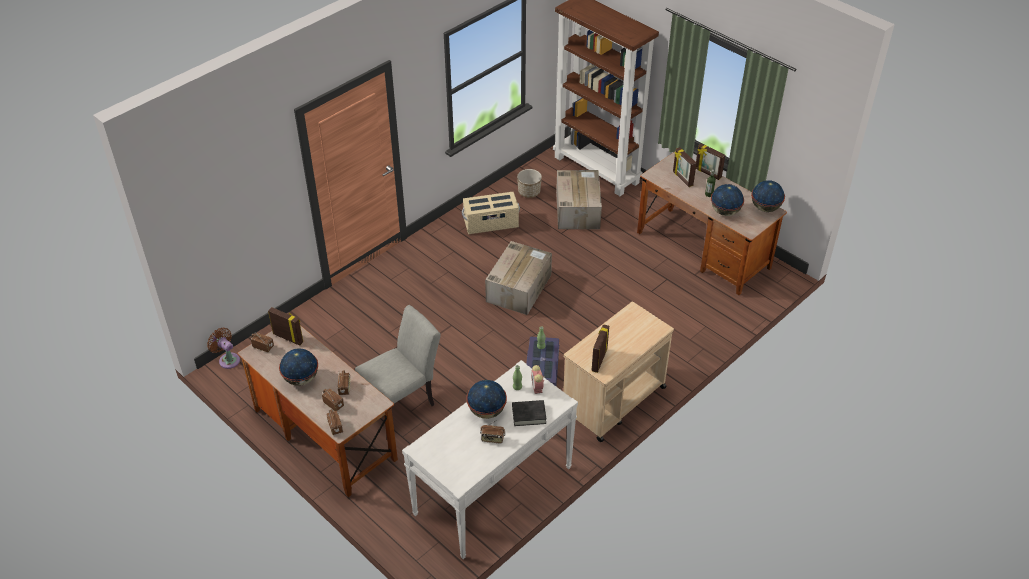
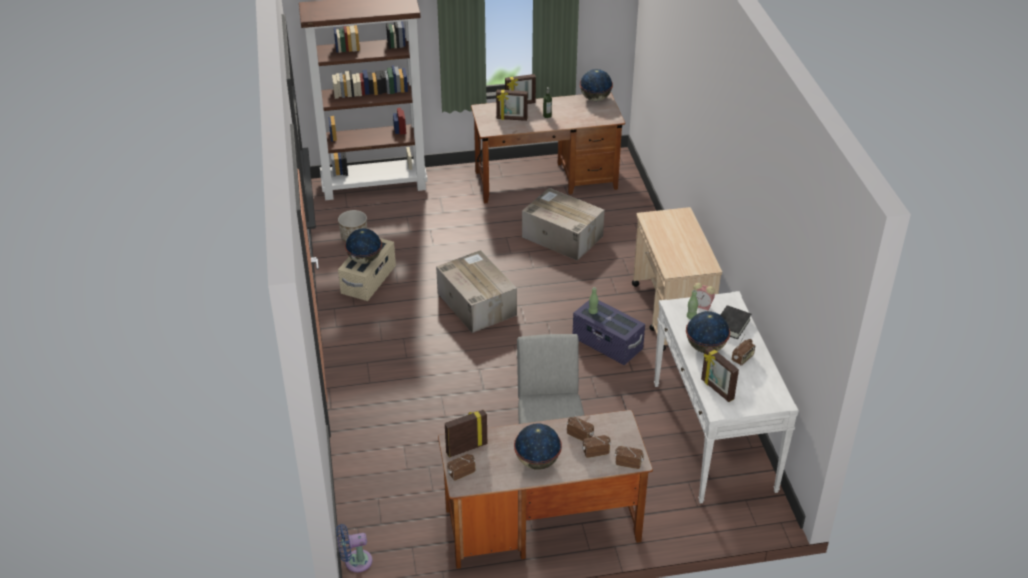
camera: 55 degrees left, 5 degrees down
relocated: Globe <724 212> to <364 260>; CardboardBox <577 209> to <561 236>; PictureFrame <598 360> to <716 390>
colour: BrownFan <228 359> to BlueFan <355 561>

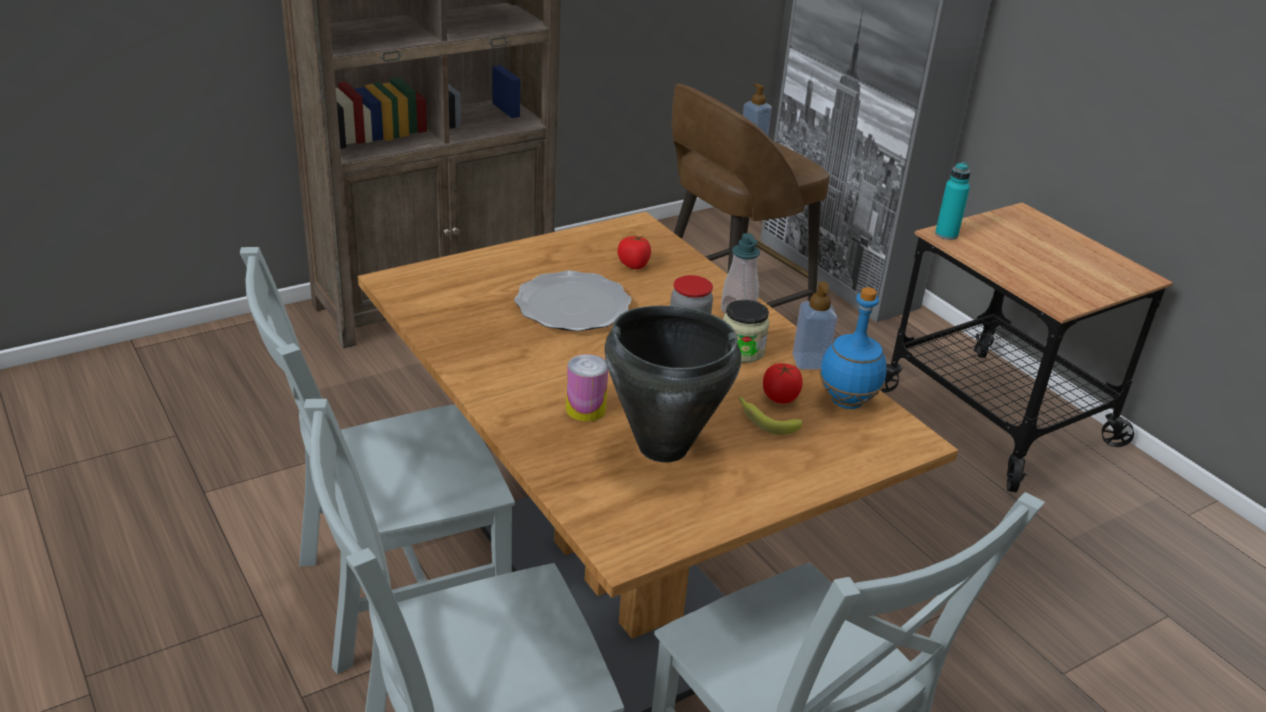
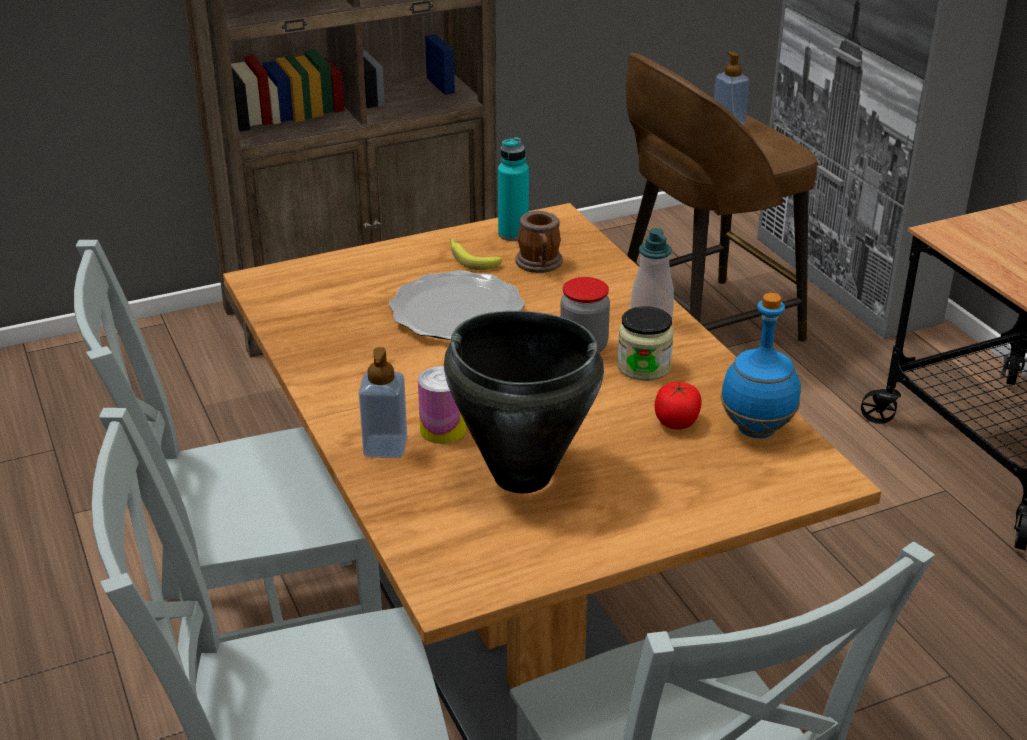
camera: 10 degrees right, 0 degrees up
relocated: SoapDispenser <809 362> to <385 447>; Banana <765 419> to <470 258>; TurquoiseBottle <946 234> to <513 234>
exchanged: Tomato <634 265> to Mug <540 264>

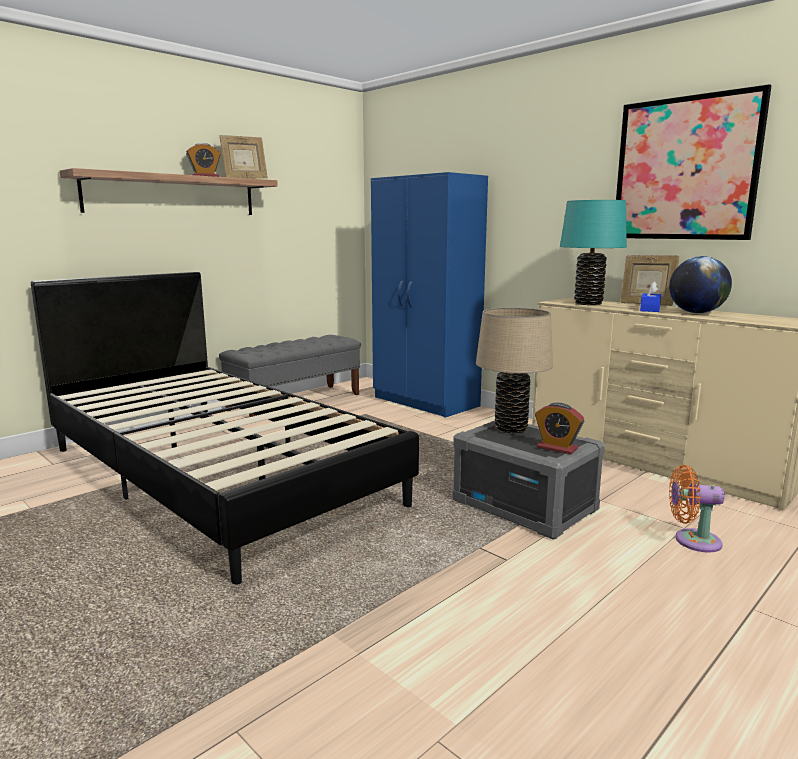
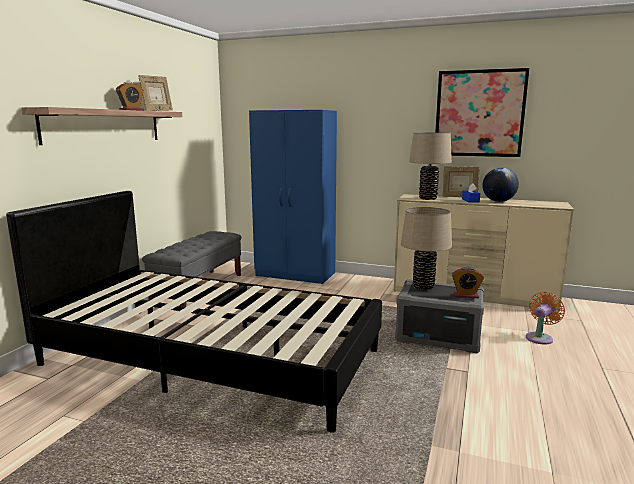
camera: 25 degrees left, 0 degrees up
colour: TurquoiseTableLamp <588 303> to BeigeTableLamp <428 198>
spun: OrangeFan <692 541> = <540 337> 150 degrees clockwise

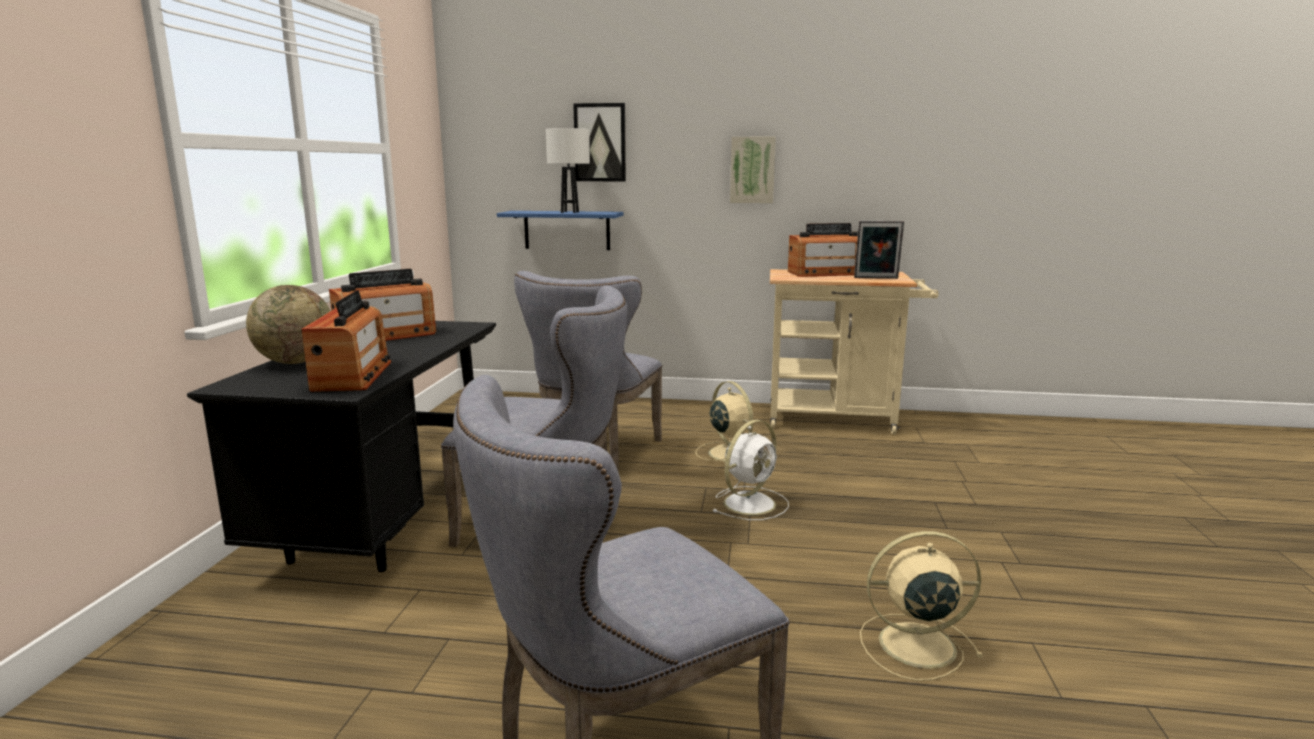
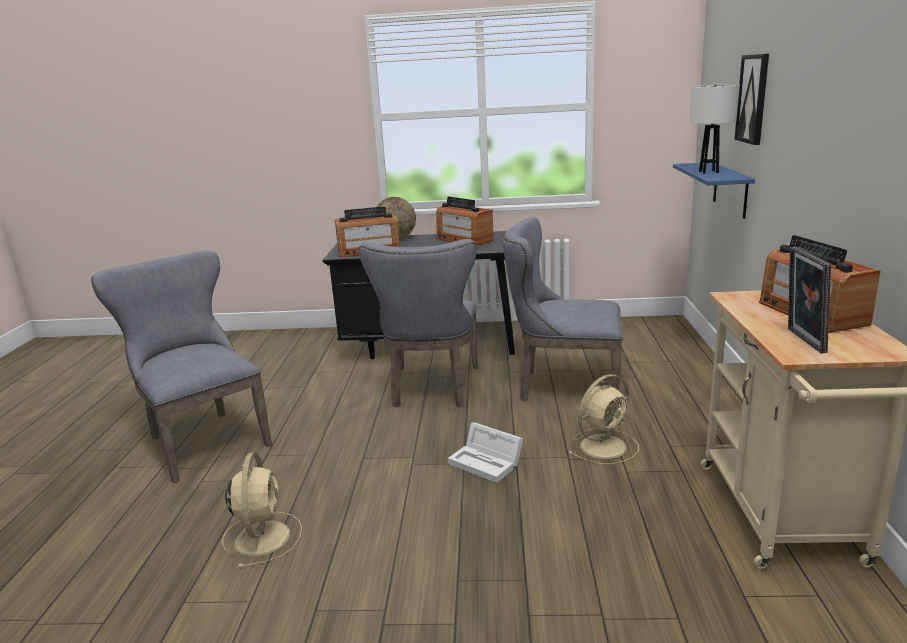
camera: 85 degrees right, 5 degrees up
missing: Picture <752 170>
exchanged: WhiteFan <751 503> to WhiteStorageBox <487 462>

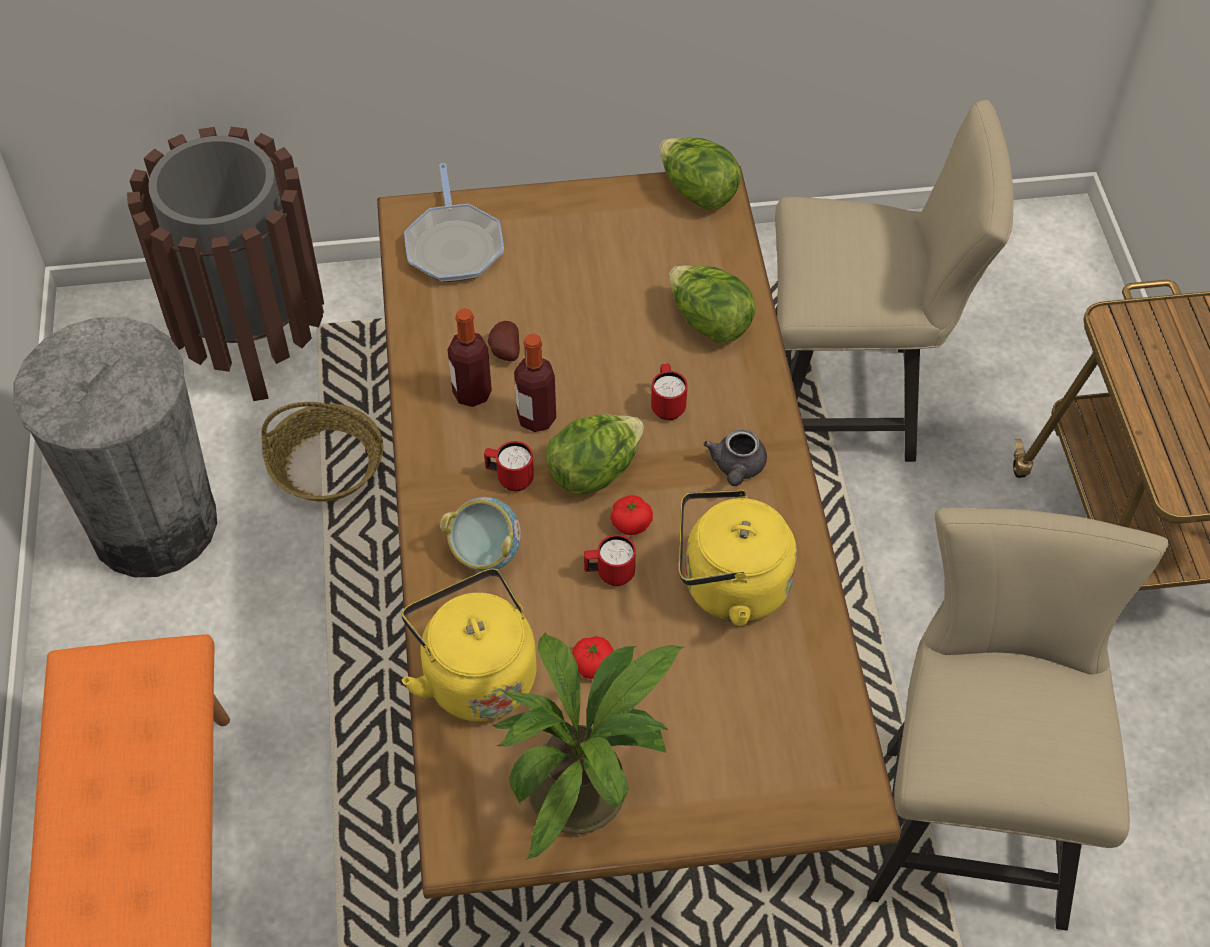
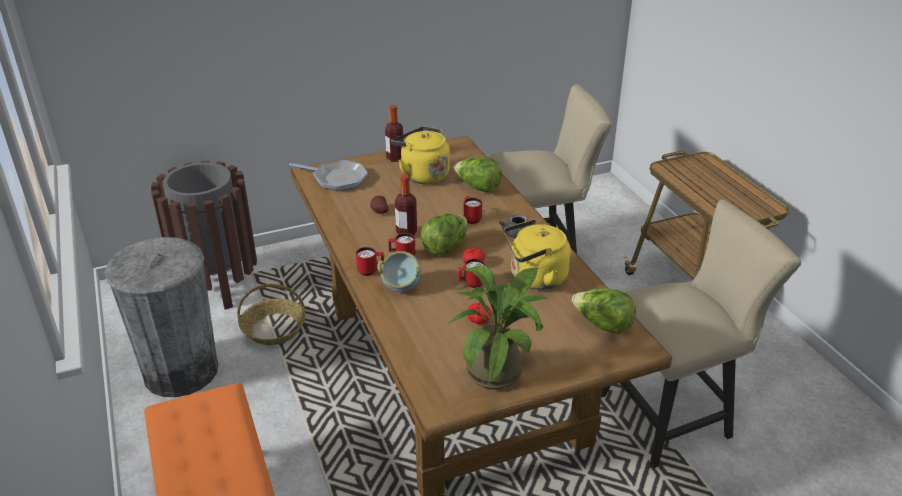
camera: 15 degrees left, 20 degrees down
appeared: RedMug <370 271>
relocated: Bottle <472 393> to <395 158>; YellowKettle <475 674> to <422 174>; Lettuce <697 192> to <602 325>
spun: FryingPan <454 245> = <337 179> 45 degrees counterclockwise; BeigeChair <969 817> = <673 415> 75 degrees clockwise

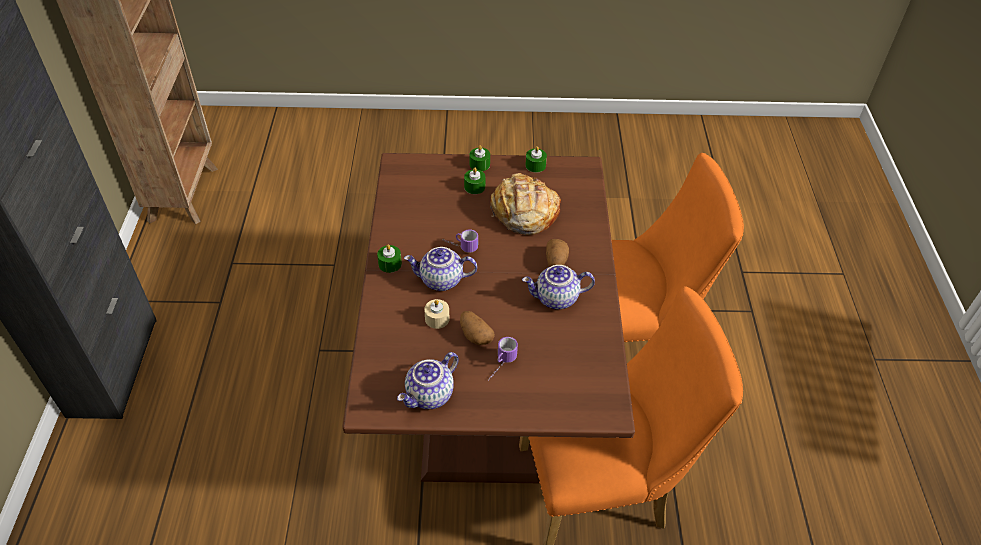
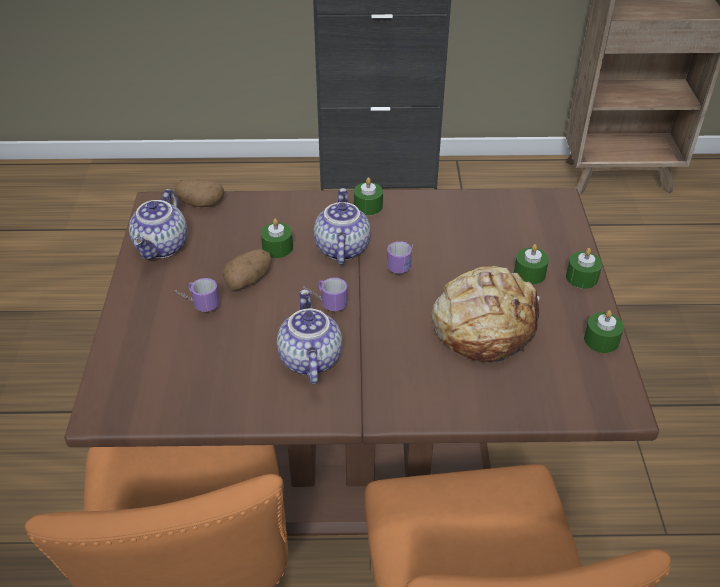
camera: 90 degrees right, 5 degrees down
appeared: Mug <323 301>
relocated: Potato <555 262> to <200 203>
colour: BeigeCandle <437 319> to GreenCandle <277 248>
spun: Teapot <430 396> = <163 247> 120 degrees counterclockwise

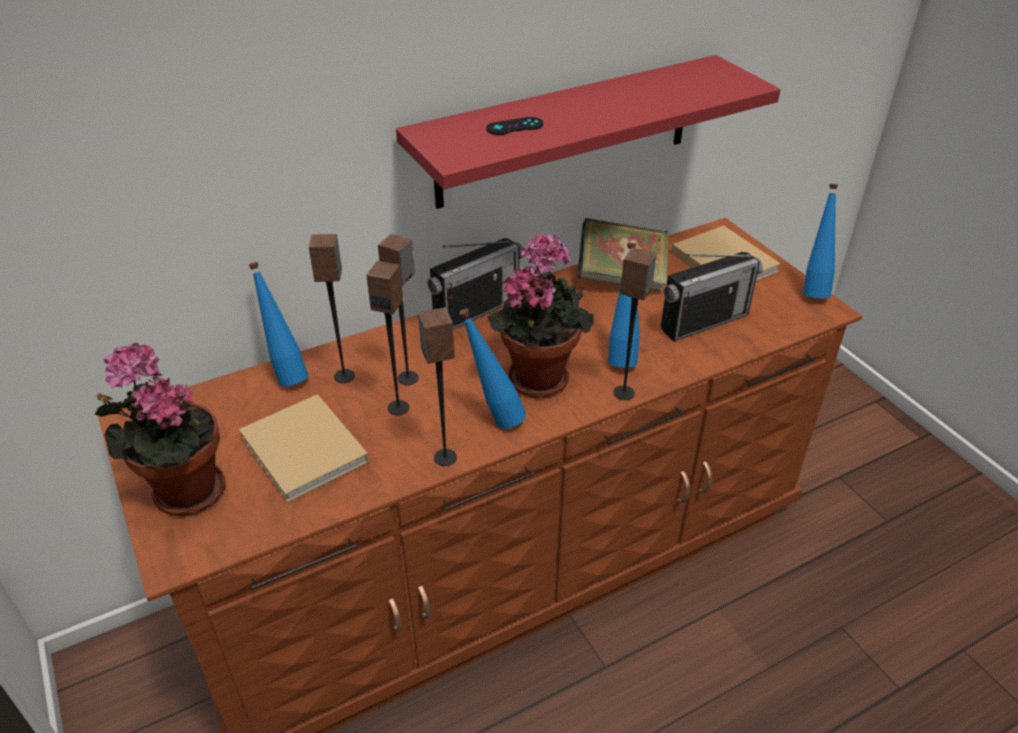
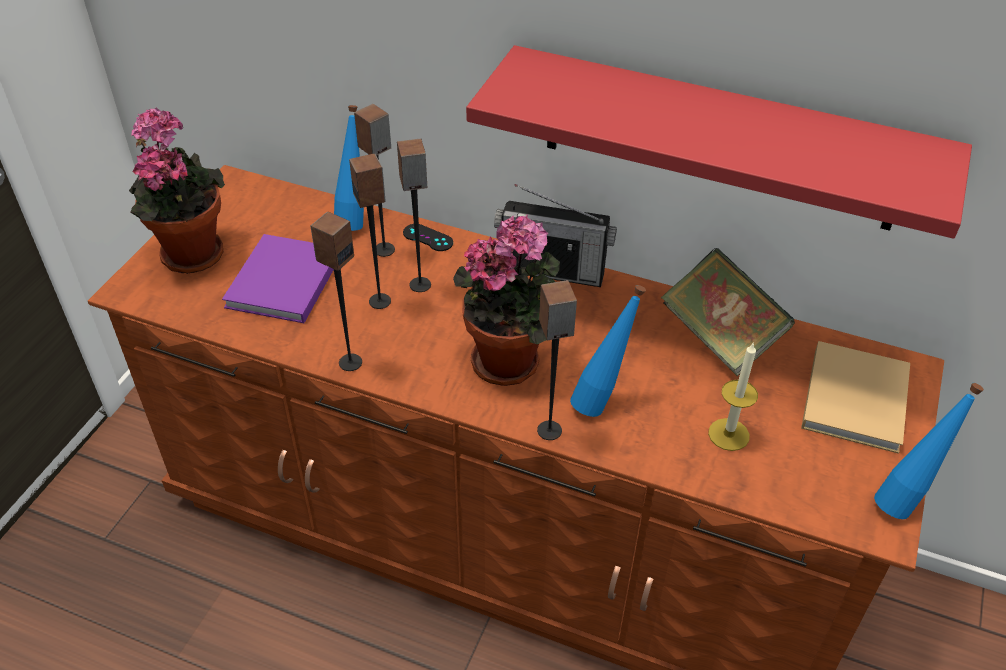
camera: 50 degrees right, 5 degrees up
missing: BlueBottle <494 417>
relocated: BlackGameController <514 126> to <428 238>
exchanged: Radio <704 321> to Candle <728 434>
colour: BeigeBook <306 452> to PurpleBook <282 284>

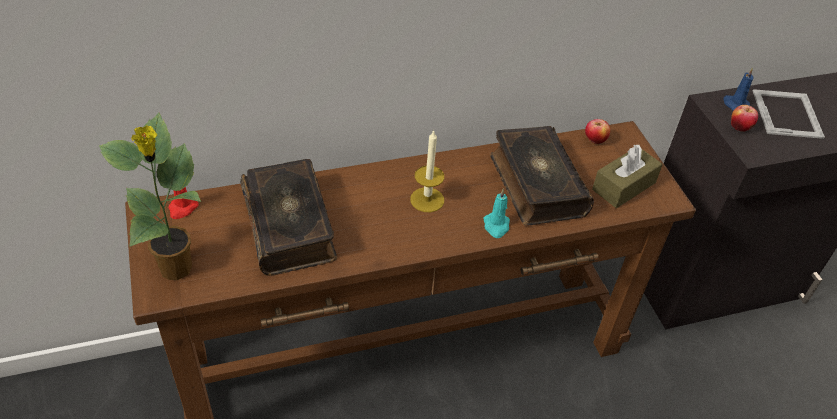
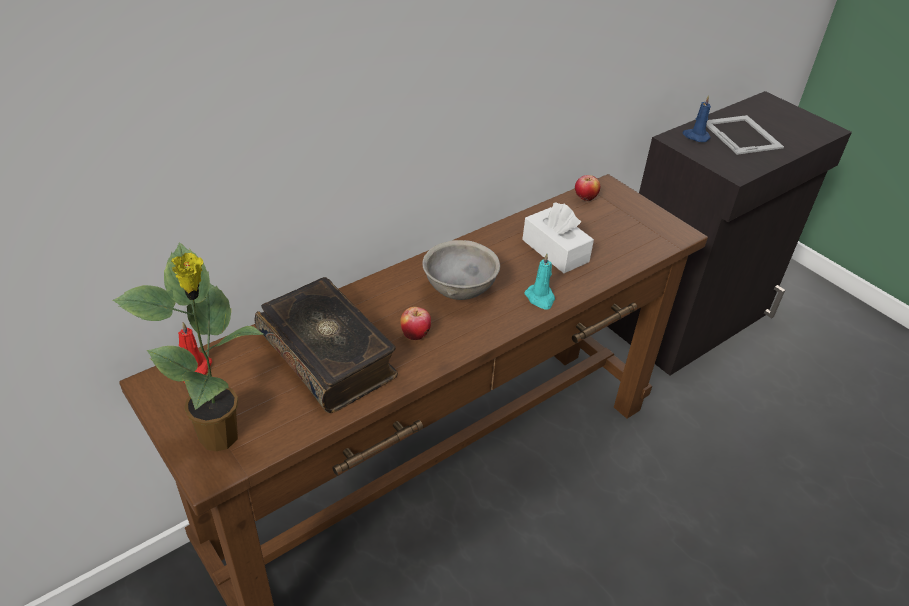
camera: 20 degrees left, 5 degrees down
missing: BrownTissueBox <624 186>
relocated: Apple <739 128> to <415 335>
exchanged: Candle <427 200> to GreyBowl <458 291>; Book <536 185> to WhiteTissueBox <555 251>

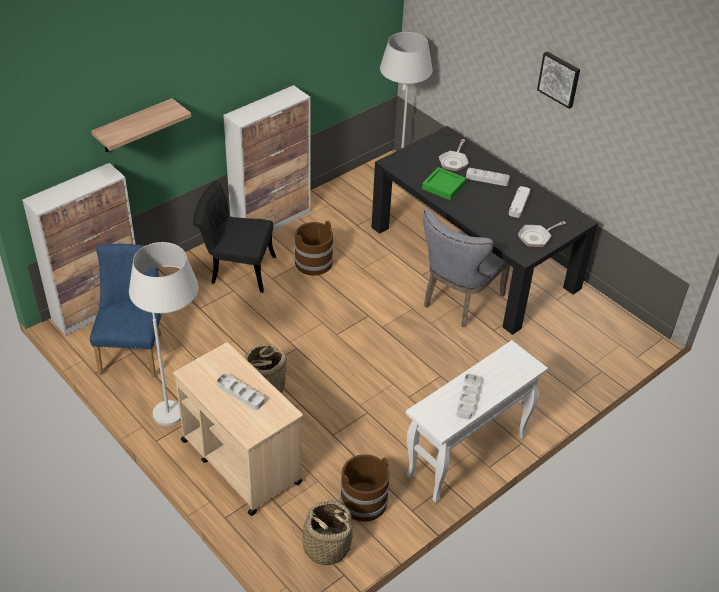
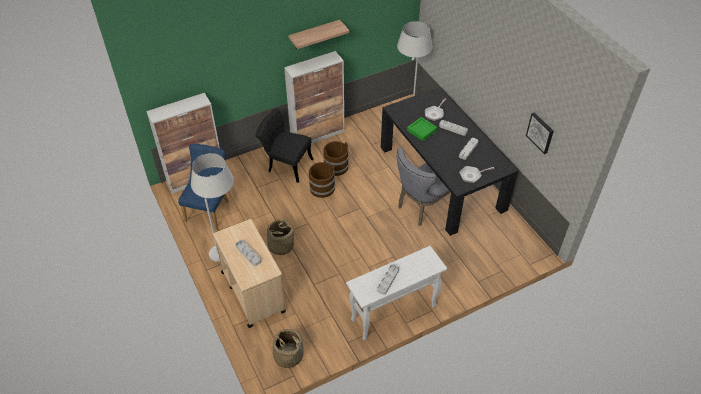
camera: 15 degrees right, 5 degrees up
relocated: Shelf <134 126> to <314 35>; BrownBucket <364 501> to <322 188>; Picture <559 79> to <540 132>

